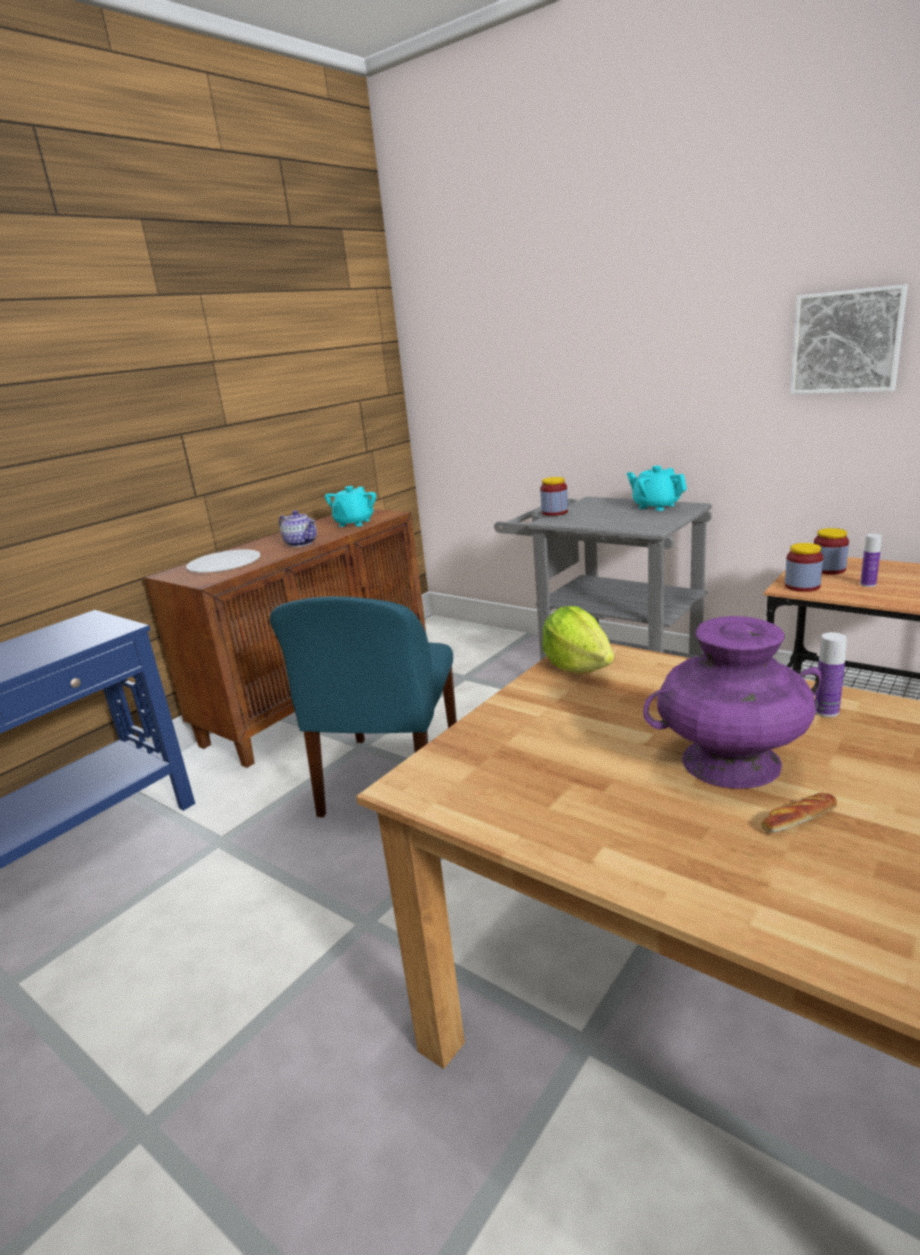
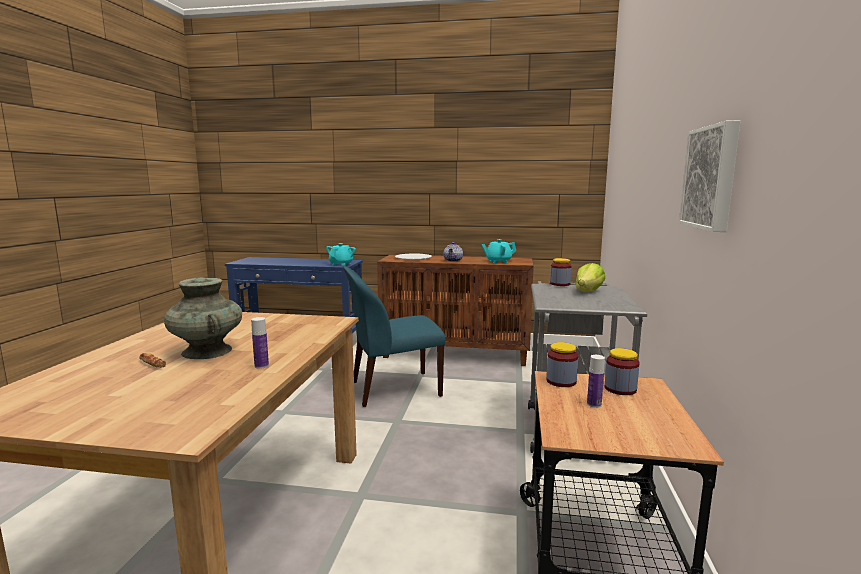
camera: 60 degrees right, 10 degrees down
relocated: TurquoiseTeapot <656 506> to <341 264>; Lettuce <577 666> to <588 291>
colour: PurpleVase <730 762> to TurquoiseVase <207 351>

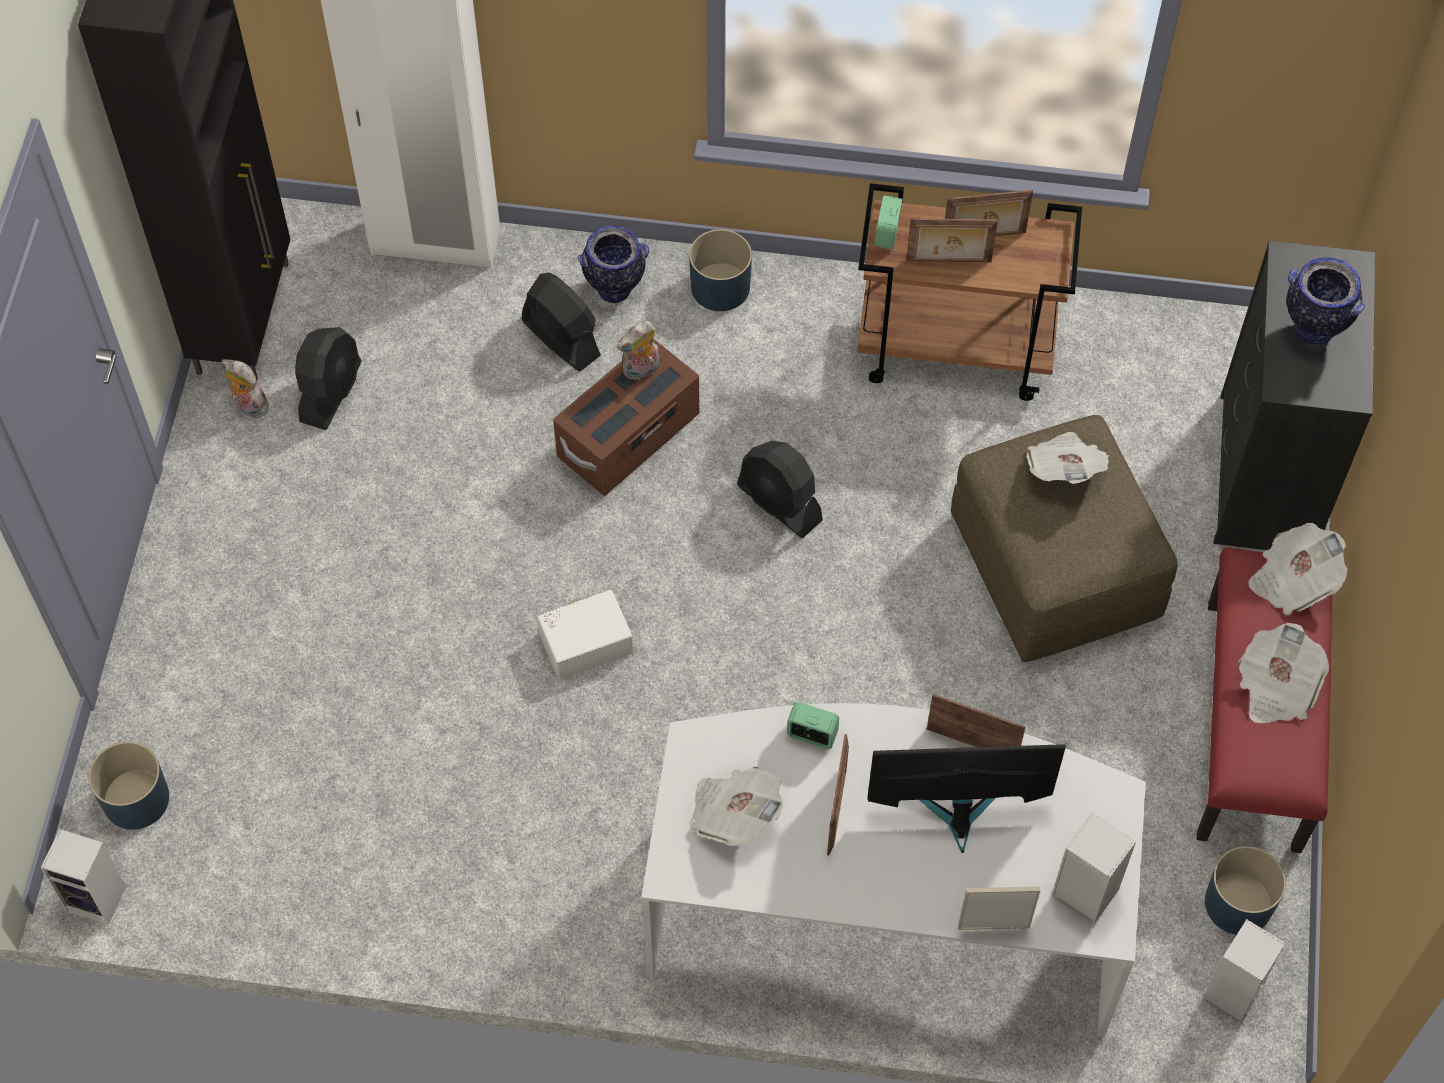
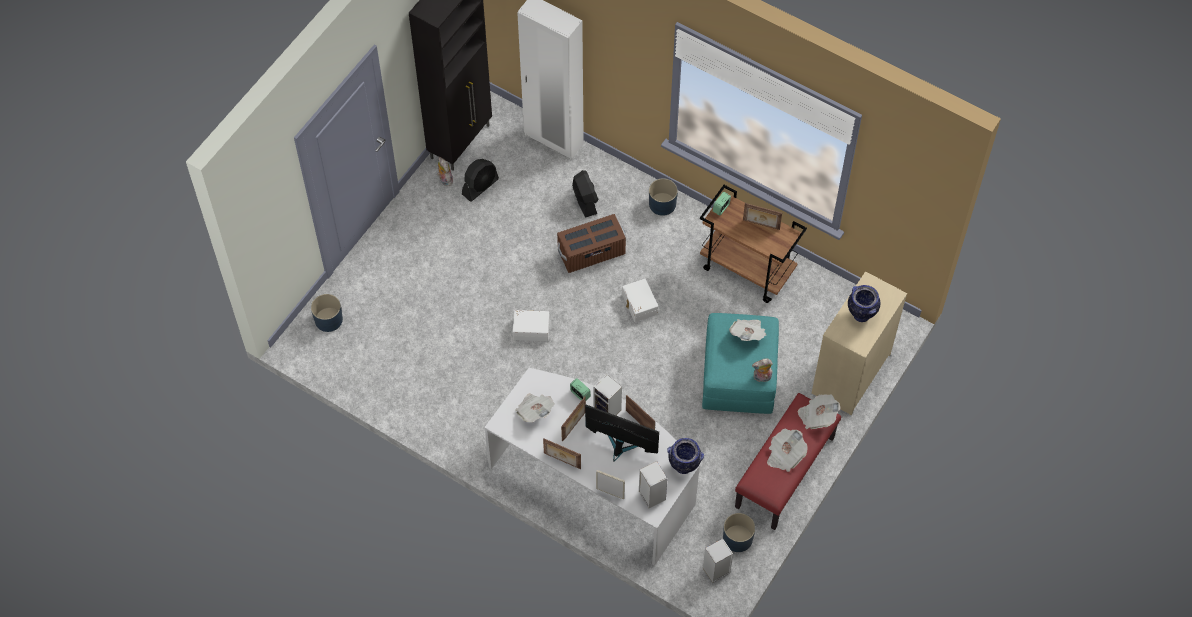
camera: 25 degrees right, 0 degrees up
relocated: PictureFrame <948 262> to <562 461>; Speaker <98 898> to <608 410>; Vase <615 290> to <684 466>; PlushToy <641 370> to <762 378>
exchanged: BlackFan <779 503> to WhiteStorageBox <638 304>
colour: BrownOttoman <1055 568> to TurquoiseOttoman <738 376>; BlackDresser <1264 474> to BeigeDresser <850 373>

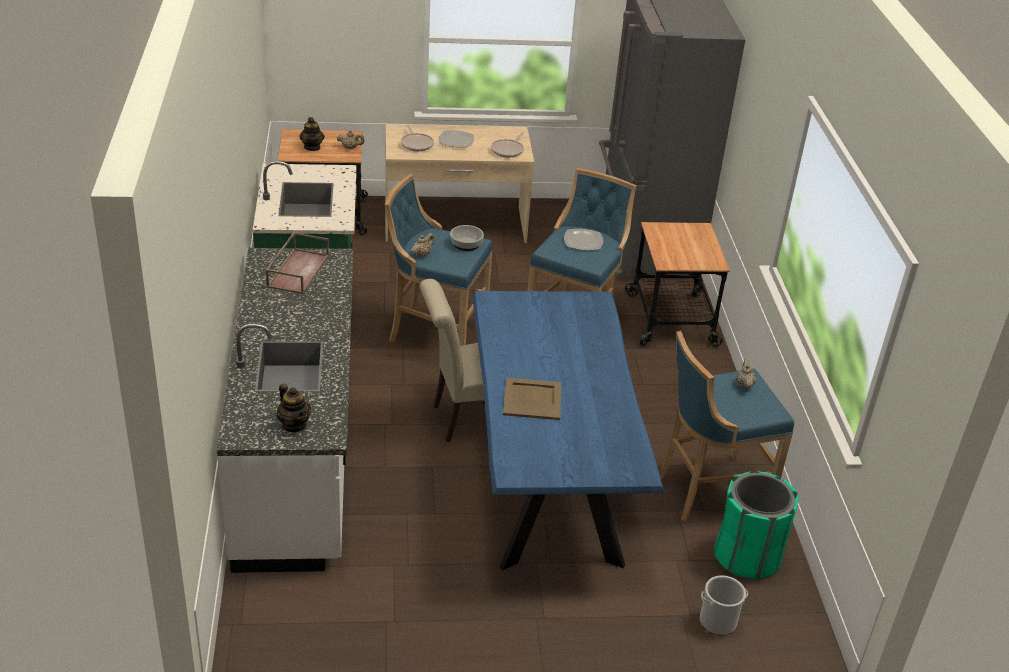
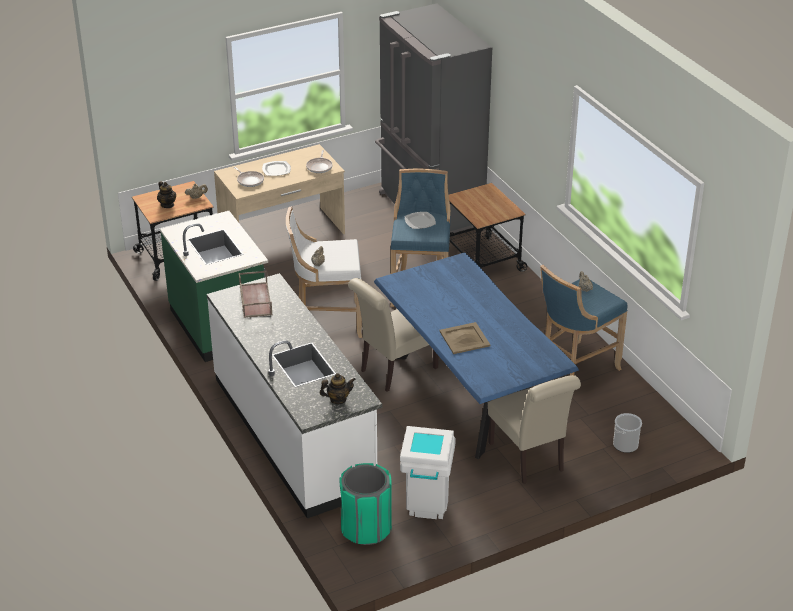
camera: 20 degrees left, 0 degrees up
missing: Bowl <466 244>
appeared: WhiteTrashCan <426 513>; BeigeChair <529 459>
relocated: GreenTrashCan <747 557> to <366 528>
colour: BlueStool <434 334> to WhiteStool <326 321>
spun: Teapot <294 425> = <338 399> 45 degrees counterclockwise

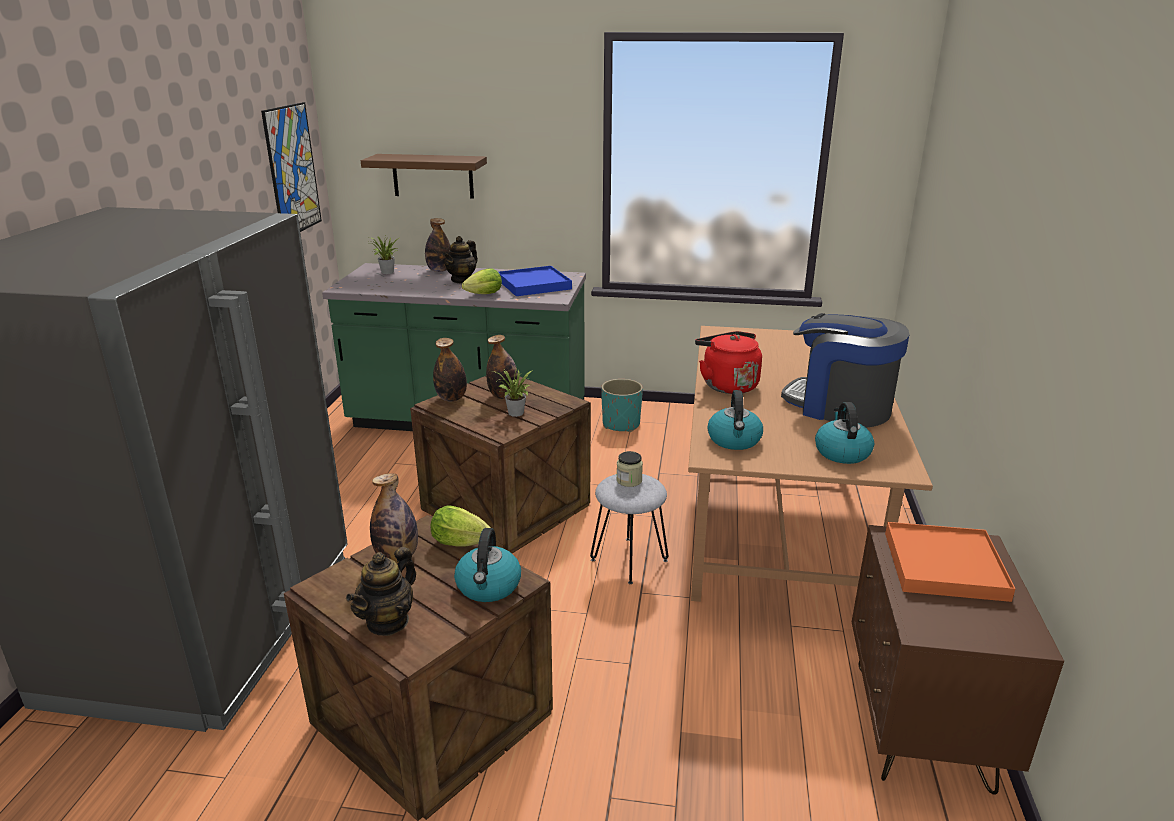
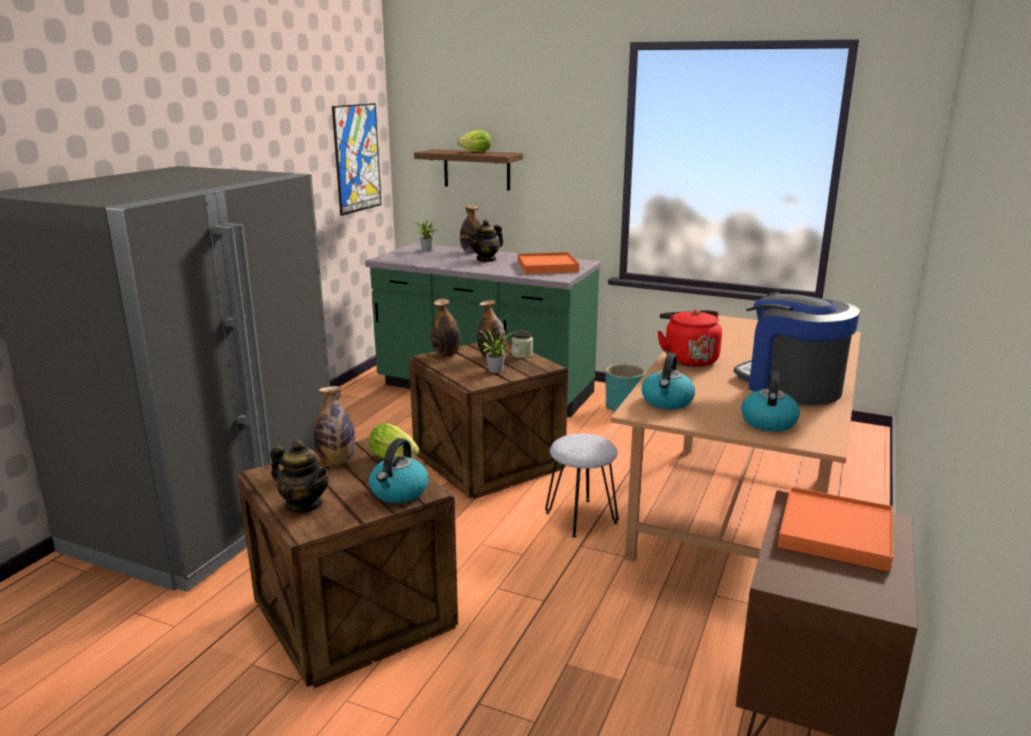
camera: 15 degrees right, 5 degrees down
relocated: Lettuce <482 295> to <474 152>; Jar <629 480> to <522 354>
colour: BlueTray <534 284> to OrangeTray <547 266>
spun: Teapot <388 621> = <304 505> 105 degrees counterclockwise

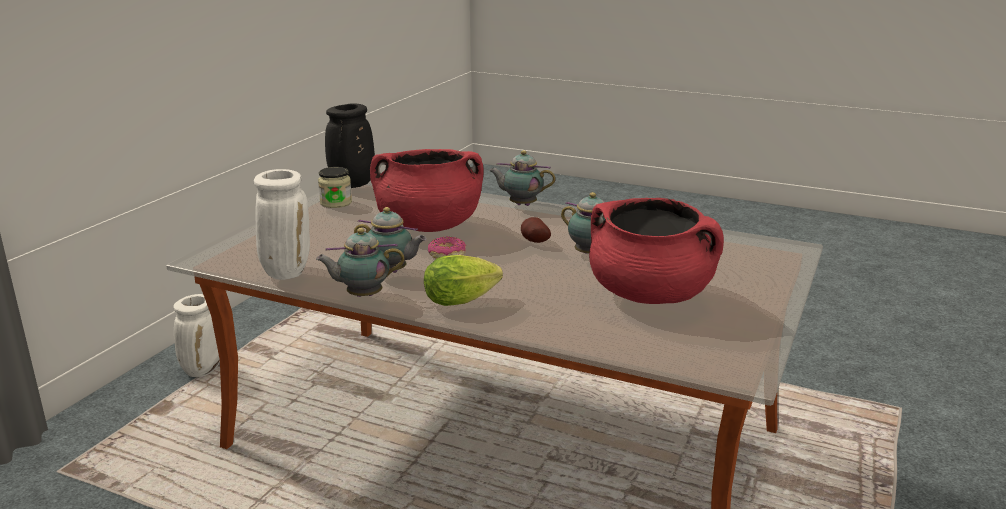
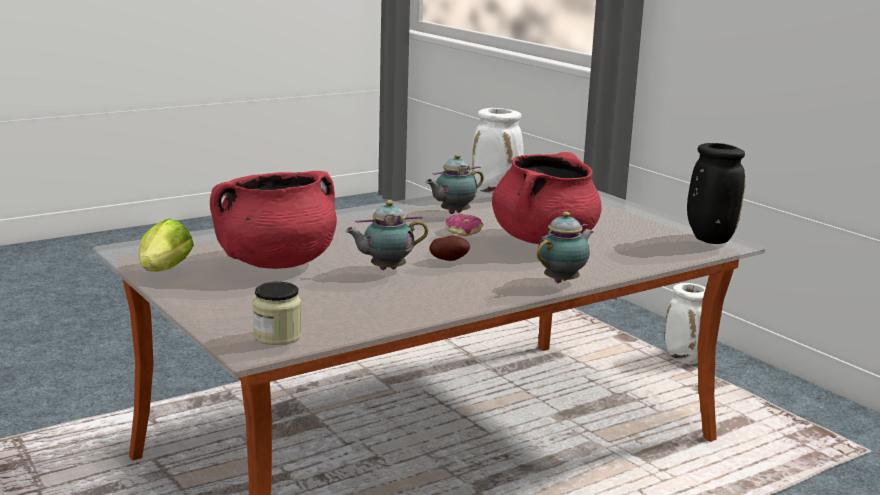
camera: 120 degrees right, 5 degrees down
missing: Teapot <362 295>
relocated: Lettuce <464 300> to <163 272>; Jar <336 203> to <277 336>

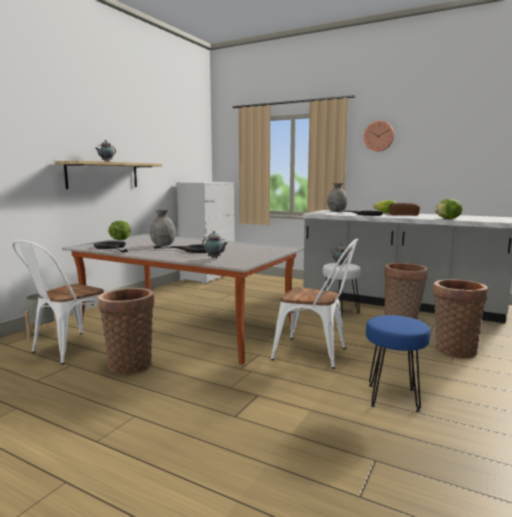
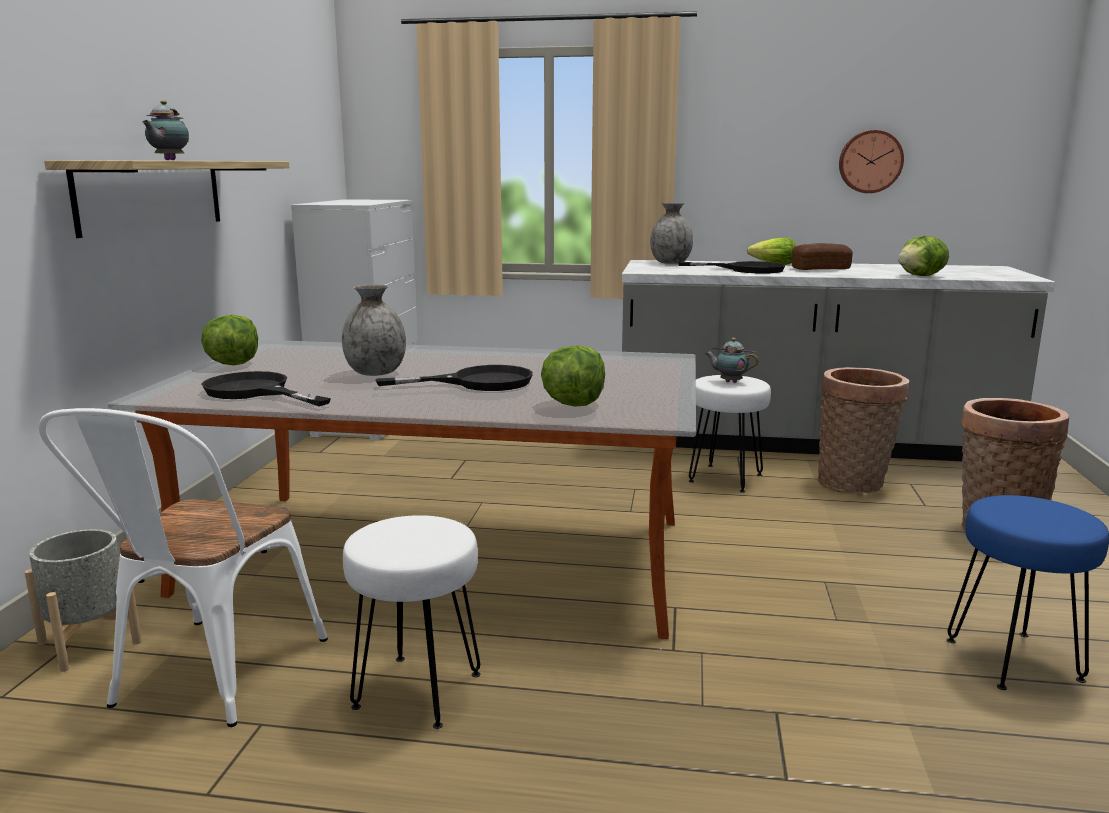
camera: 20 degrees left, 5 degrees up
missing: WhiteChair <316 354>
relocated: WallClock <379 136> to <870 161>
exchanged: Basket <130 364> to WhiteStool <416 691>; Teapot <215 258> to Lettuce <573 404>

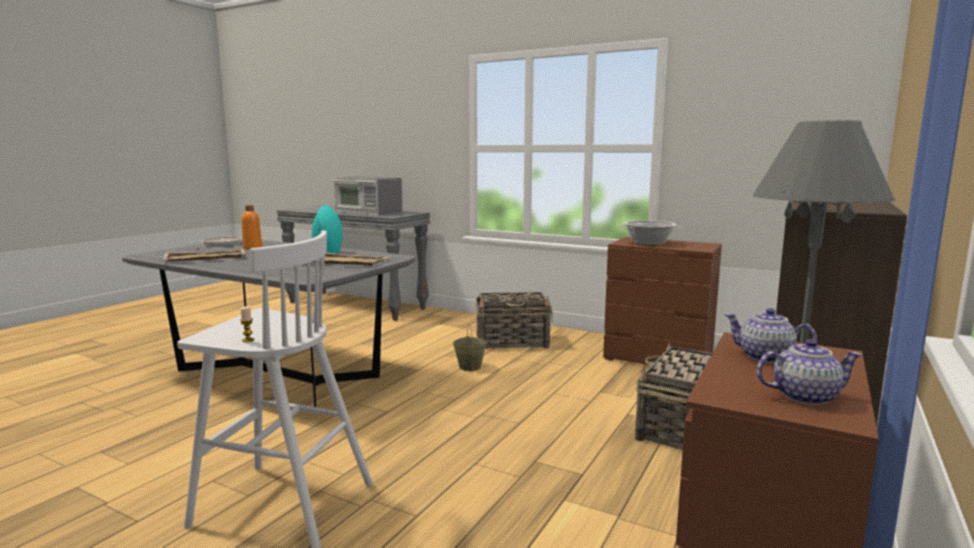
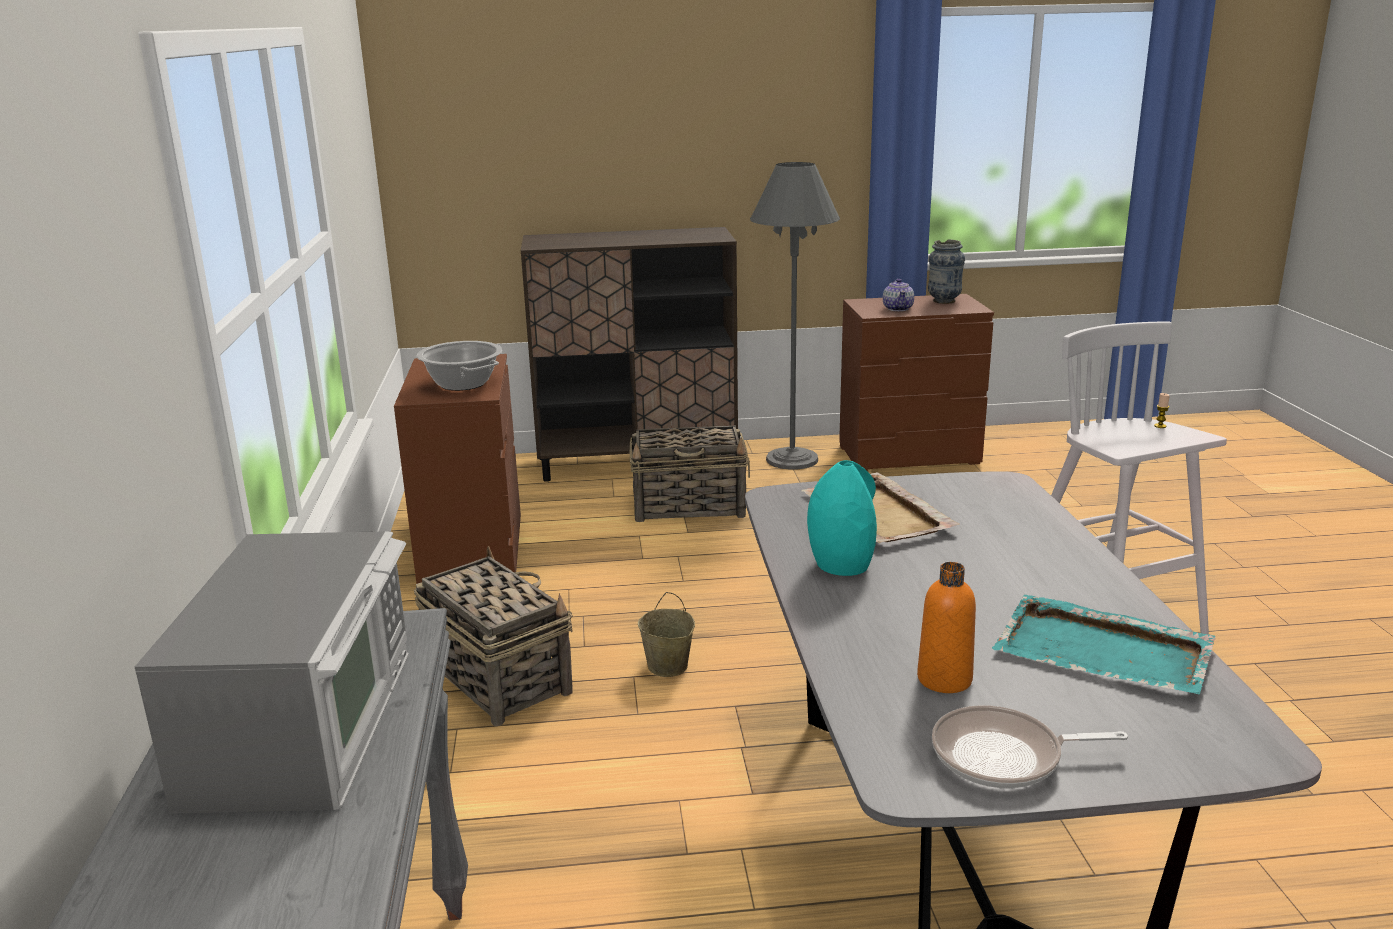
camera: 125 degrees left, 10 degrees up
exchanged: Teapot <803 396> to Vase <944 301>
colour: BeigeTray <204 257> to TurquoiseTray <1105 651>

